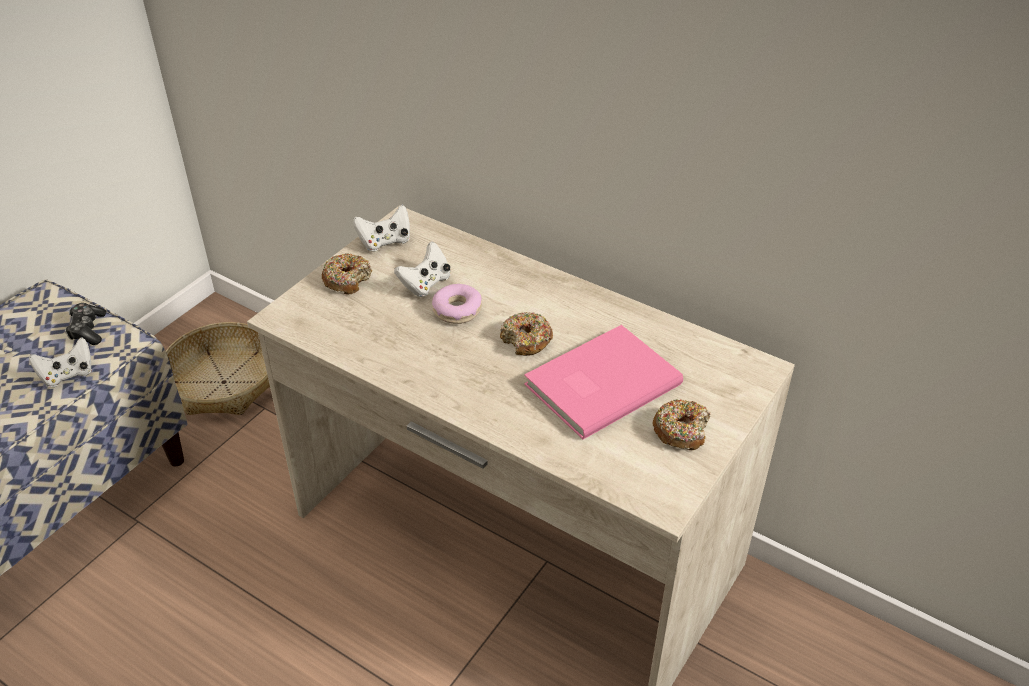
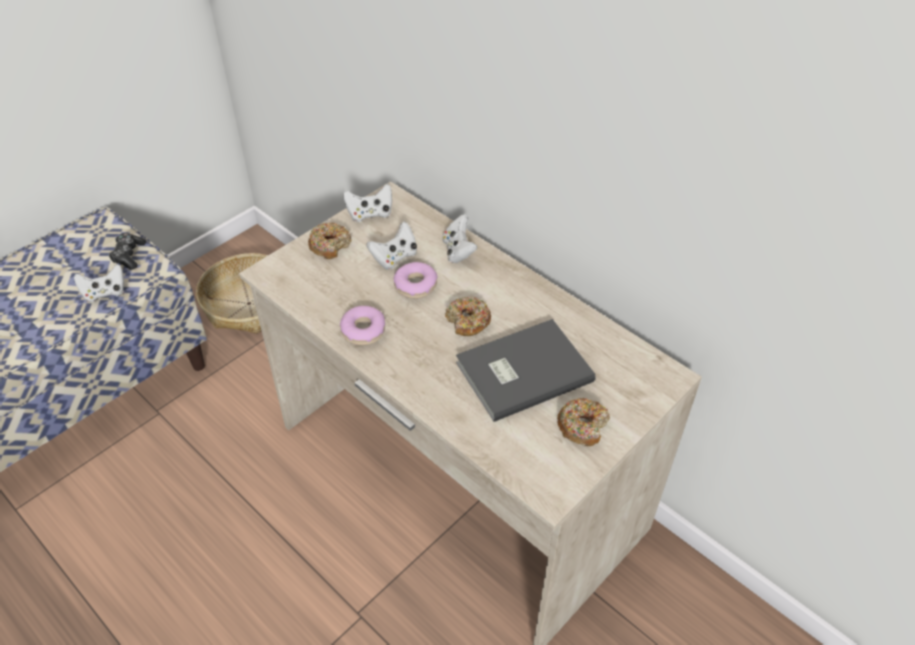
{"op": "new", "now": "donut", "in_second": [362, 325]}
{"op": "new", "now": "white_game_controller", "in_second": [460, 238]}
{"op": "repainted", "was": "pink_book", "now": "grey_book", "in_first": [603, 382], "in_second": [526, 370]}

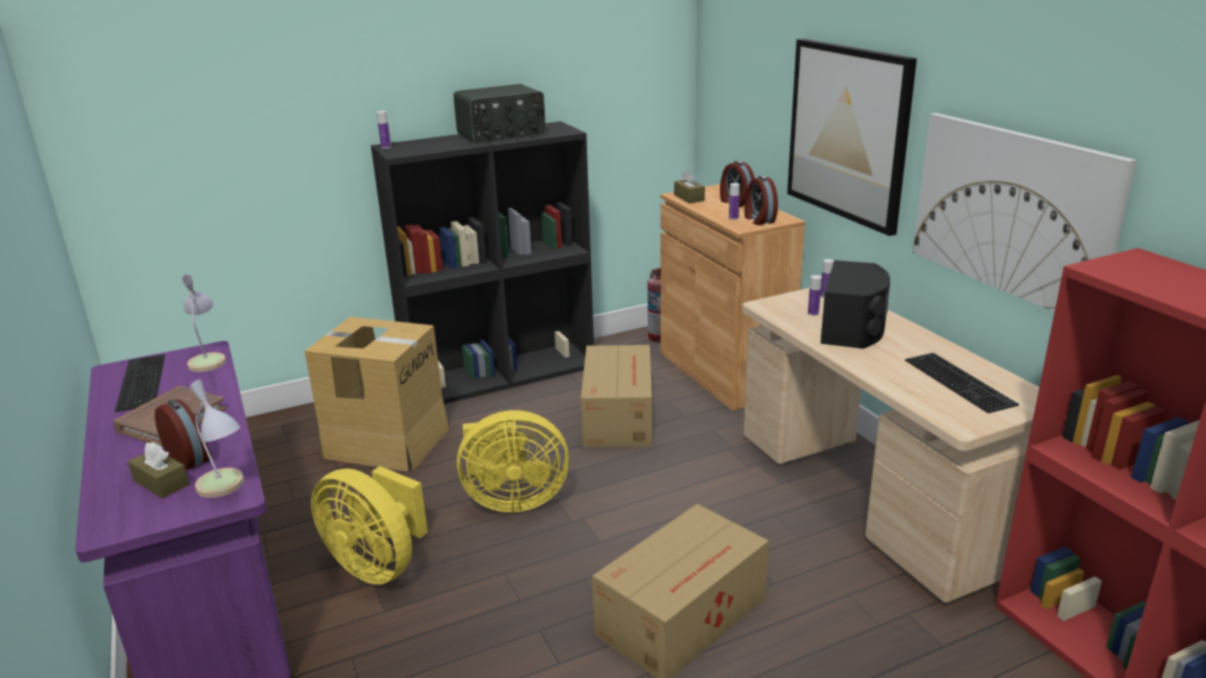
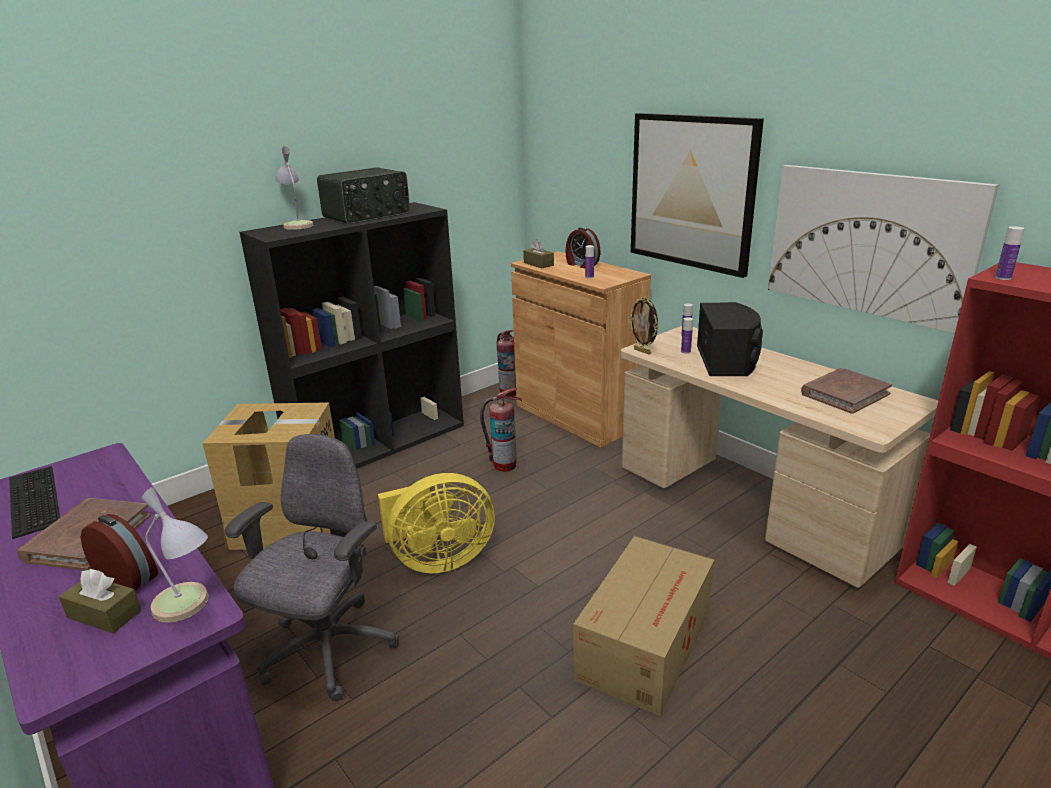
{"op": "gone", "was": "alarm_clock", "in_first": [761, 200]}
{"op": "new", "now": "picture_frame", "in_second": [644, 325]}
{"op": "shifted", "was": "table_lamp", "in_first": [204, 323], "in_second": [294, 188]}
{"op": "shifted", "was": "bottle", "in_first": [384, 130], "in_second": [1010, 253]}
{"op": "swapped", "was": "yellow_fan", "now": "grey_office_chair", "in_first": [369, 525], "in_second": [312, 567]}
{"op": "swapped", "was": "cardboard_box", "now": "fire_extinguisher", "in_first": [616, 396], "in_second": [501, 430]}
{"op": "swapped", "was": "keyboard", "now": "brown_book", "in_first": [962, 383], "in_second": [846, 391]}

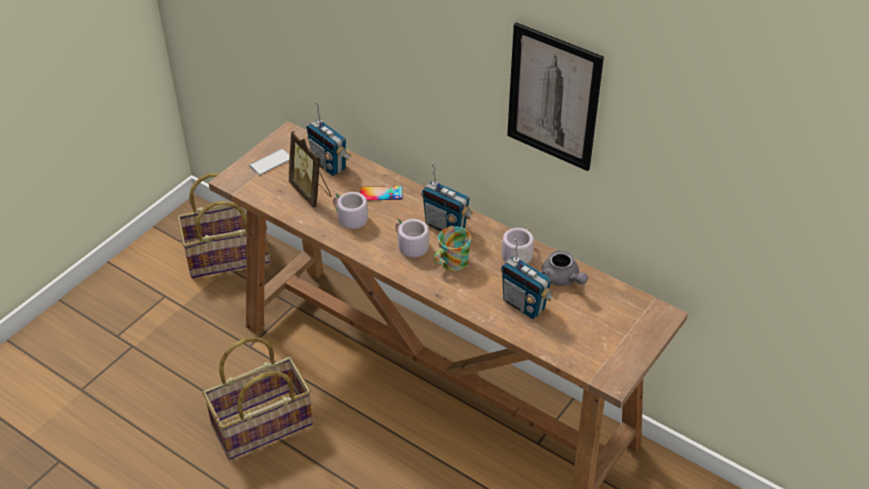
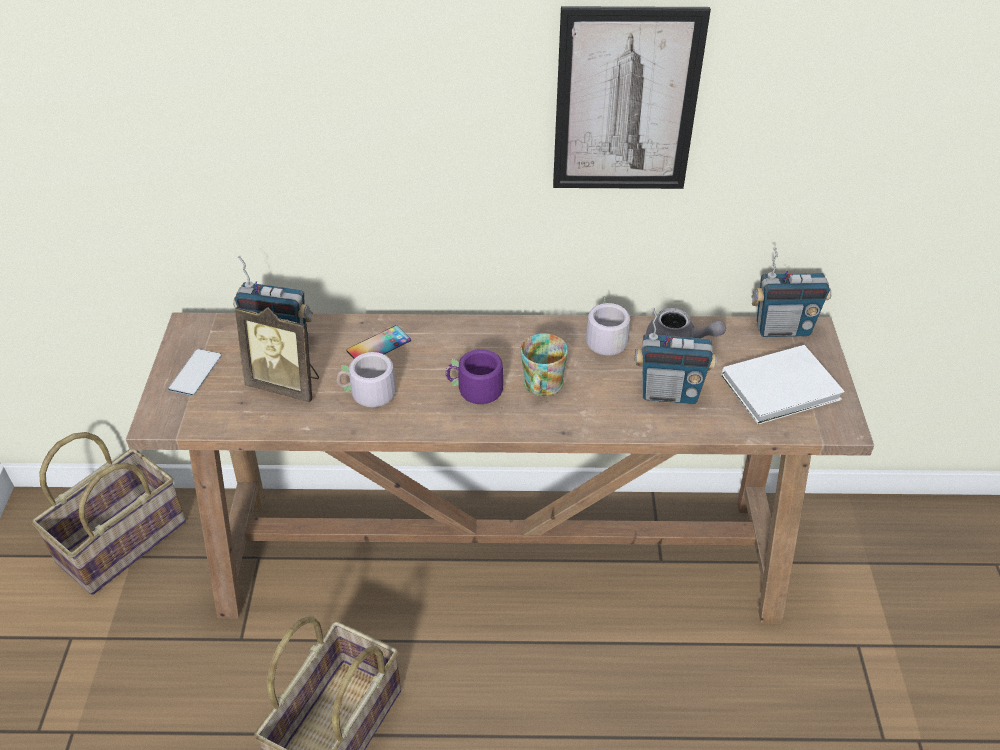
{"op": "new", "now": "white_book", "in_second": [783, 384]}
{"op": "shifted", "was": "radio", "in_first": [447, 197], "in_second": [791, 292]}
{"op": "repainted", "was": "grey_mug", "now": "purple_mug", "in_first": [412, 243], "in_second": [474, 379]}

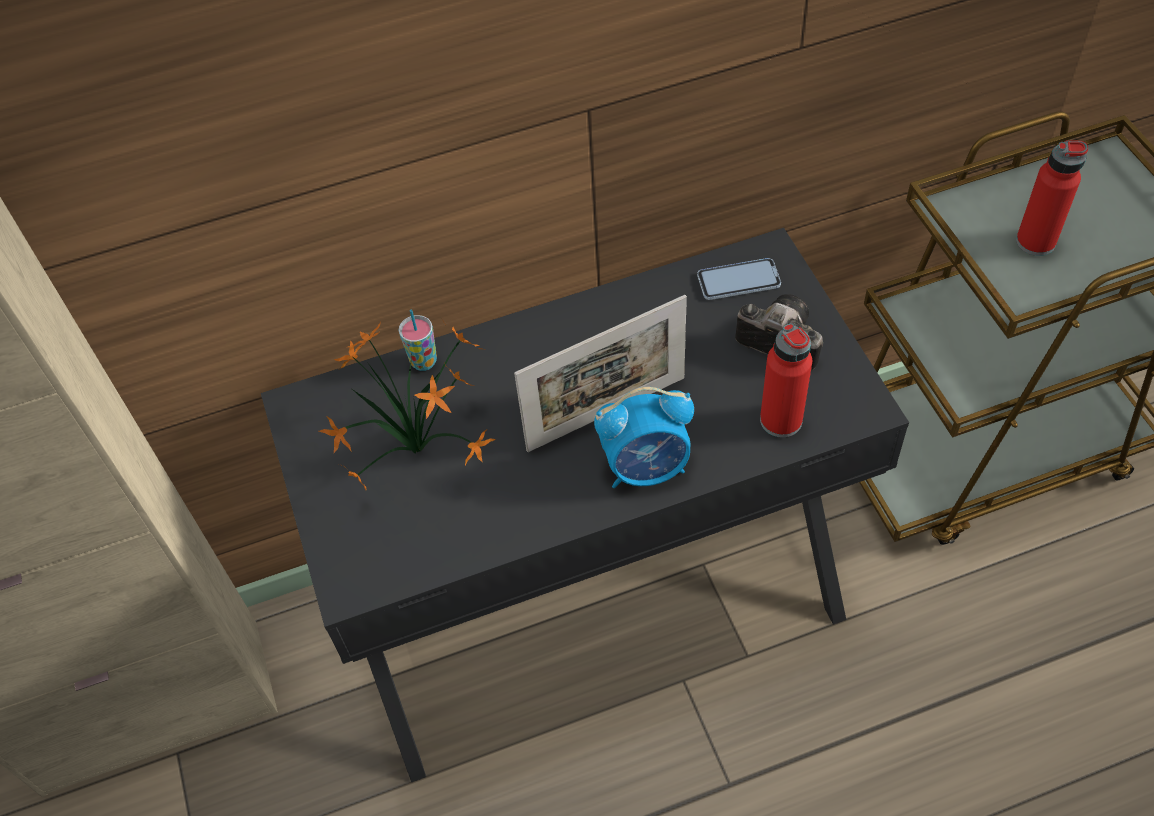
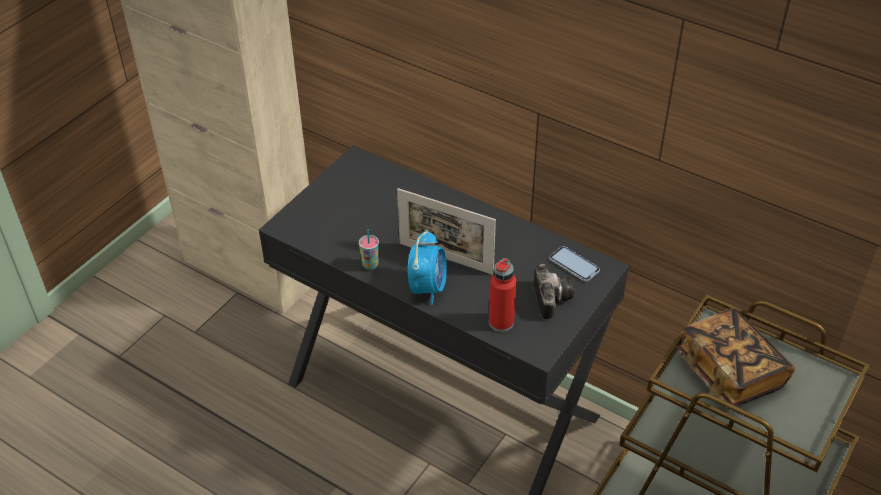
{"op": "gone", "was": "potted_plant", "in_first": [407, 405]}
{"op": "shifted", "was": "cup", "in_first": [417, 340], "in_second": [369, 250]}
{"op": "swapped", "was": "red_bottle", "now": "book", "in_first": [1052, 198], "in_second": [736, 357]}
{"op": "rotated", "was": "alarm_clock", "in_first": [644, 437], "in_second": [427, 267], "clockwise": -120}

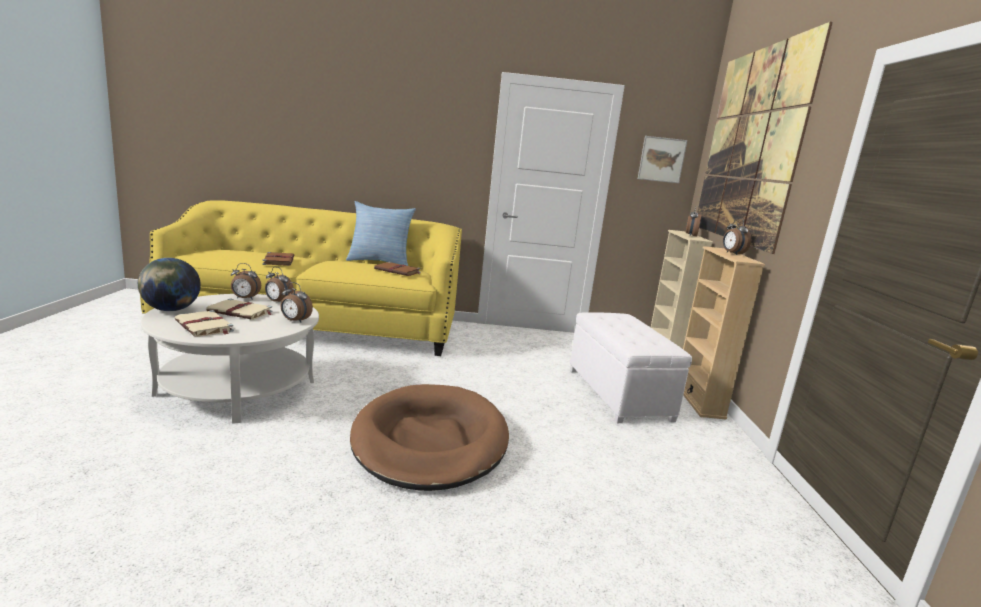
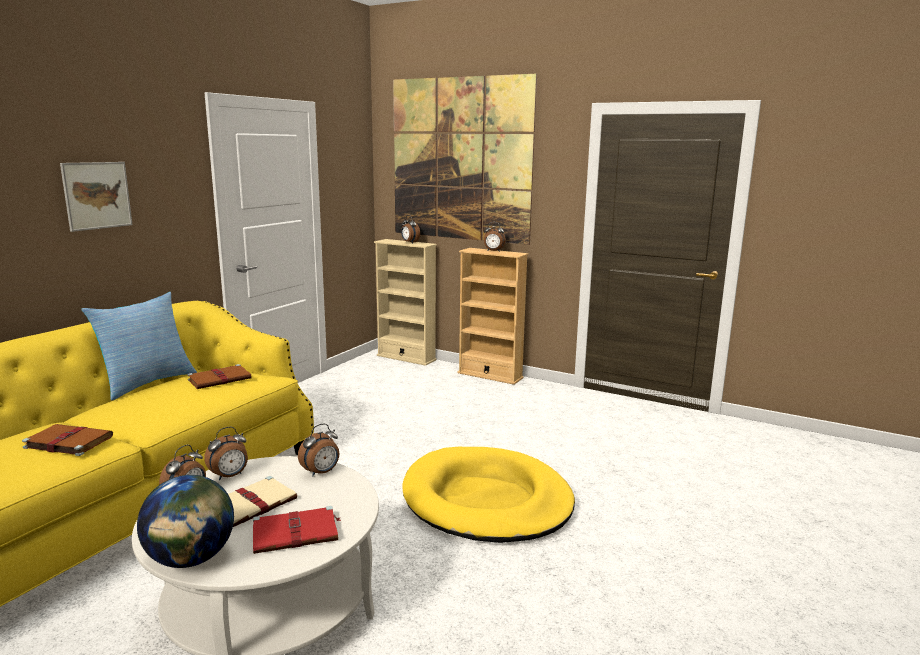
{"op": "gone", "was": "white_ottoman", "in_first": [631, 367]}
{"op": "shifted", "was": "picture", "in_first": [662, 159], "in_second": [96, 197]}
{"op": "repainted", "was": "beige_book", "now": "red_book", "in_first": [204, 323], "in_second": [297, 530]}
{"op": "repainted", "was": "brown_dog_bed", "now": "yellow_dog_bed", "in_first": [429, 437], "in_second": [488, 495]}

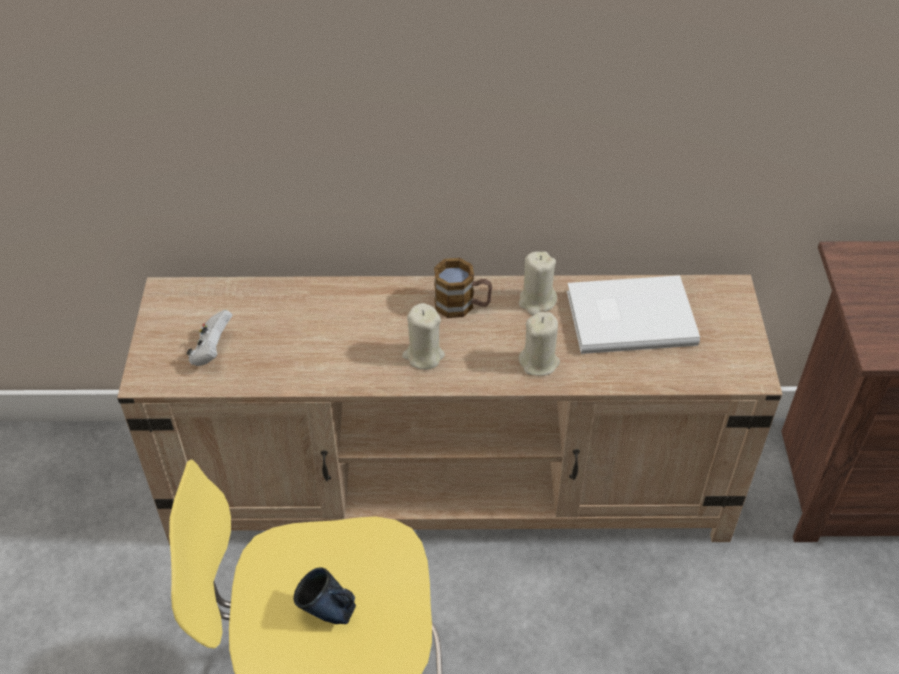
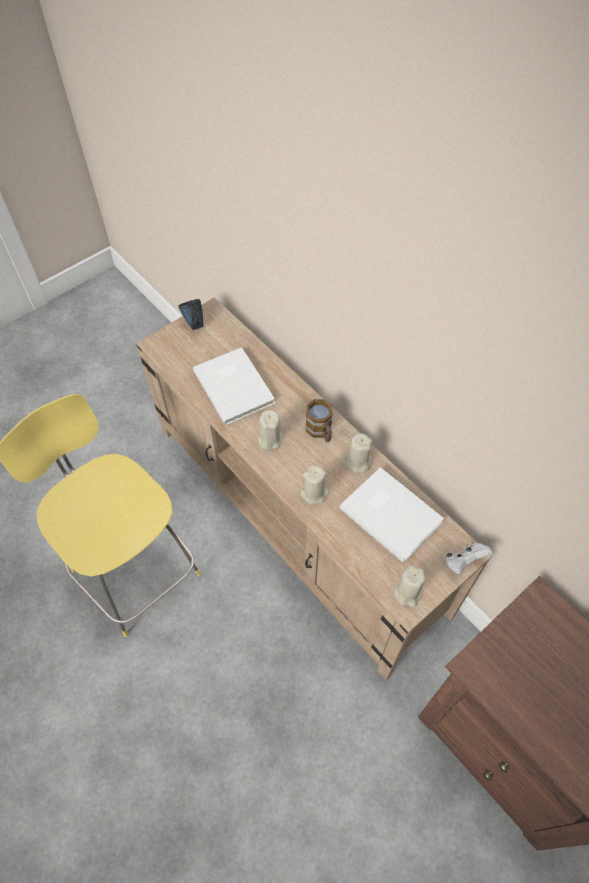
{"op": "new", "now": "white_book", "in_second": [234, 386]}
{"op": "new", "now": "beige_candle", "in_second": [409, 586]}
{"op": "shifted", "was": "white_game_controller", "in_first": [209, 338], "in_second": [468, 558]}
{"op": "shifted", "was": "blue_mug", "in_first": [325, 595], "in_second": [190, 314]}

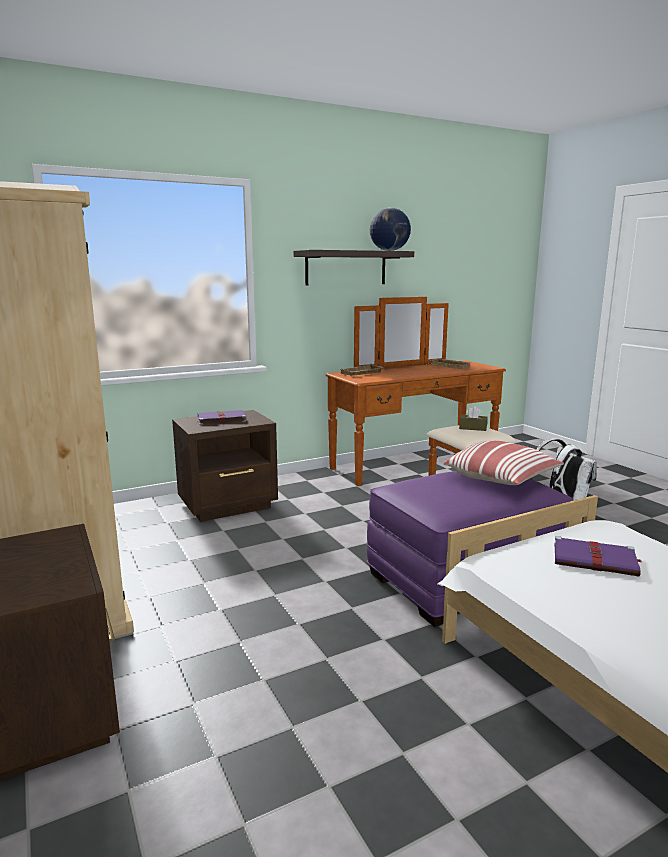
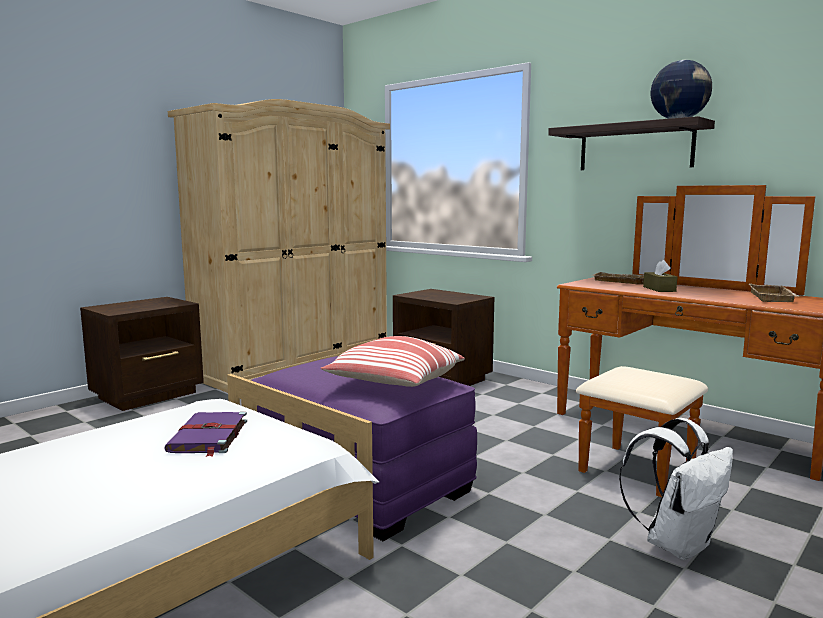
{"op": "gone", "was": "purple_book", "in_first": [220, 417]}
{"op": "shifted", "was": "brown_tissue_box", "in_first": [473, 418], "in_second": [660, 276]}

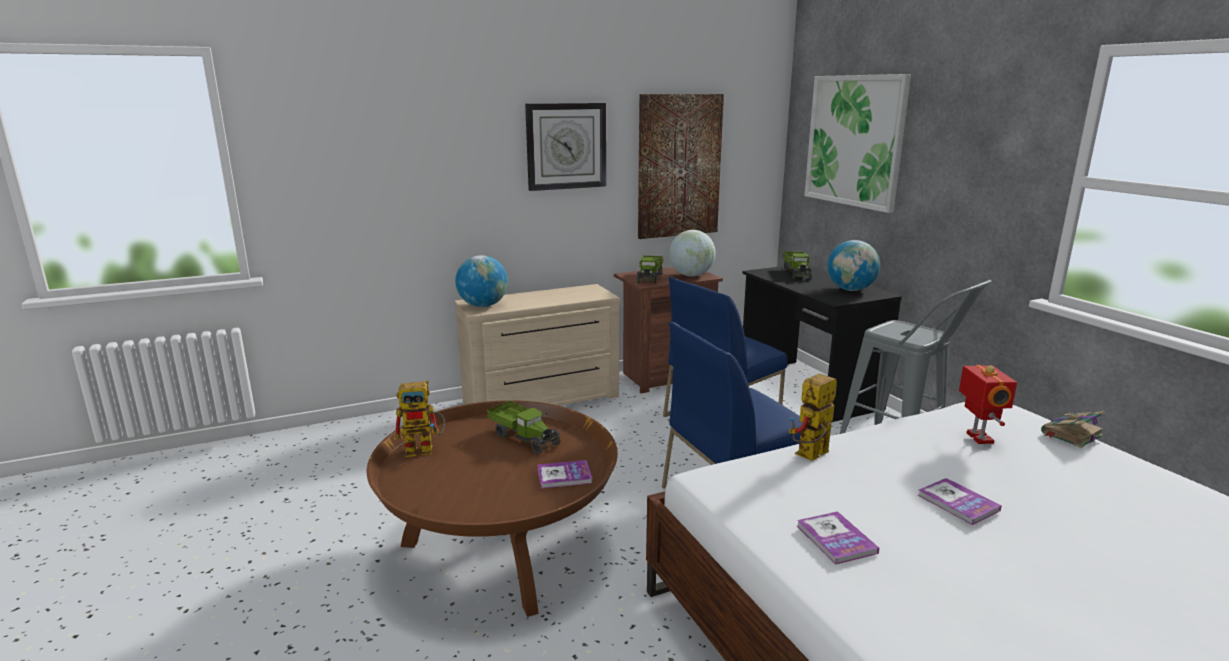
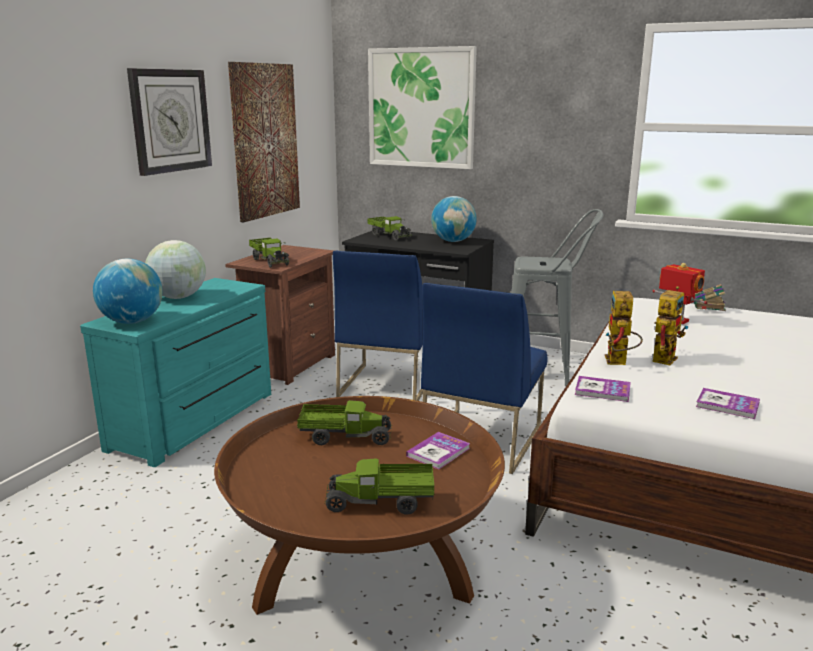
{"op": "new", "now": "toy_truck", "in_second": [379, 486]}
{"op": "shifted", "was": "toy_robot", "in_first": [419, 418], "in_second": [671, 325]}
{"op": "shifted", "was": "globe", "in_first": [692, 253], "in_second": [175, 269]}
{"op": "shifted", "was": "book", "in_first": [959, 501], "in_second": [603, 389]}
{"op": "repainted", "was": "beige_dresser", "now": "turquoise_dresser", "in_first": [537, 345], "in_second": [175, 372]}

